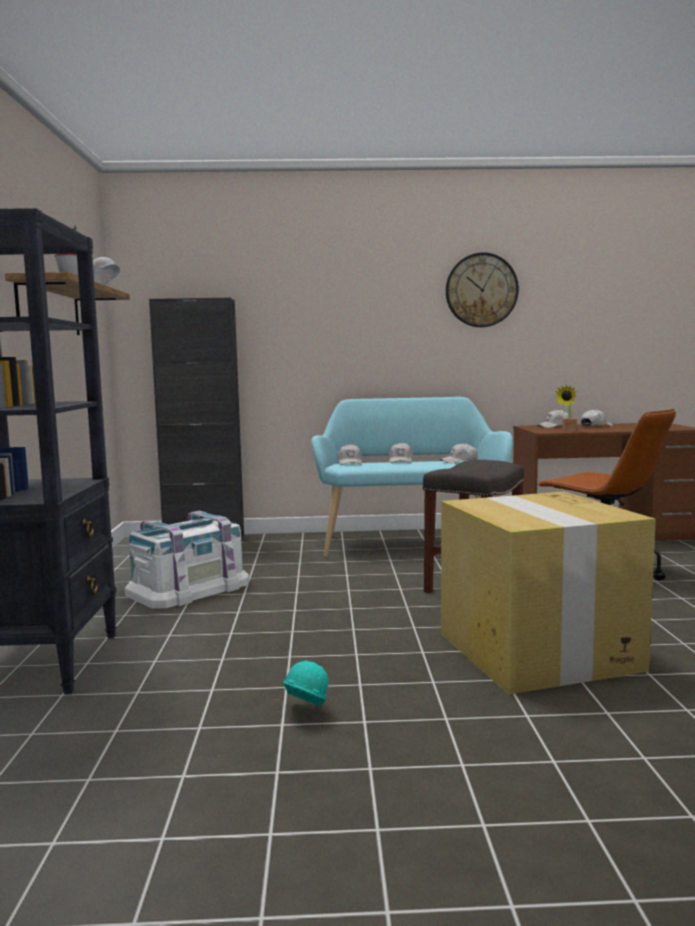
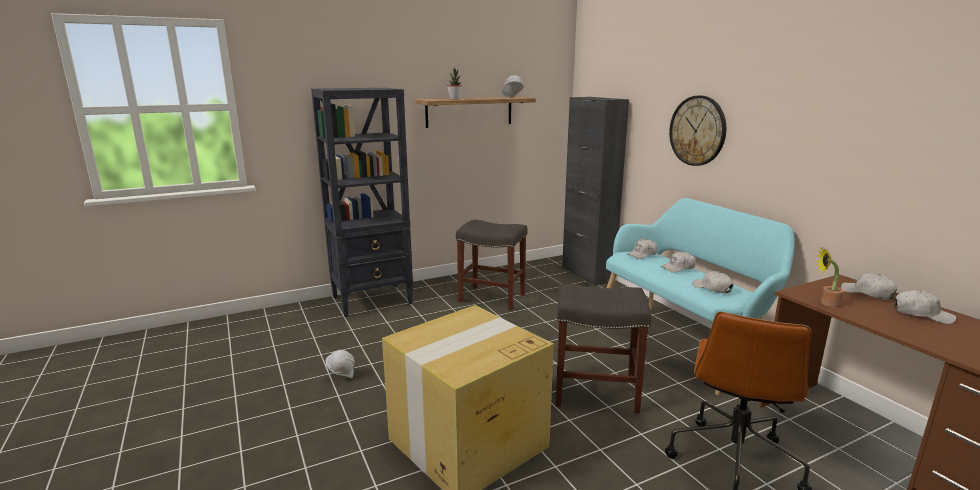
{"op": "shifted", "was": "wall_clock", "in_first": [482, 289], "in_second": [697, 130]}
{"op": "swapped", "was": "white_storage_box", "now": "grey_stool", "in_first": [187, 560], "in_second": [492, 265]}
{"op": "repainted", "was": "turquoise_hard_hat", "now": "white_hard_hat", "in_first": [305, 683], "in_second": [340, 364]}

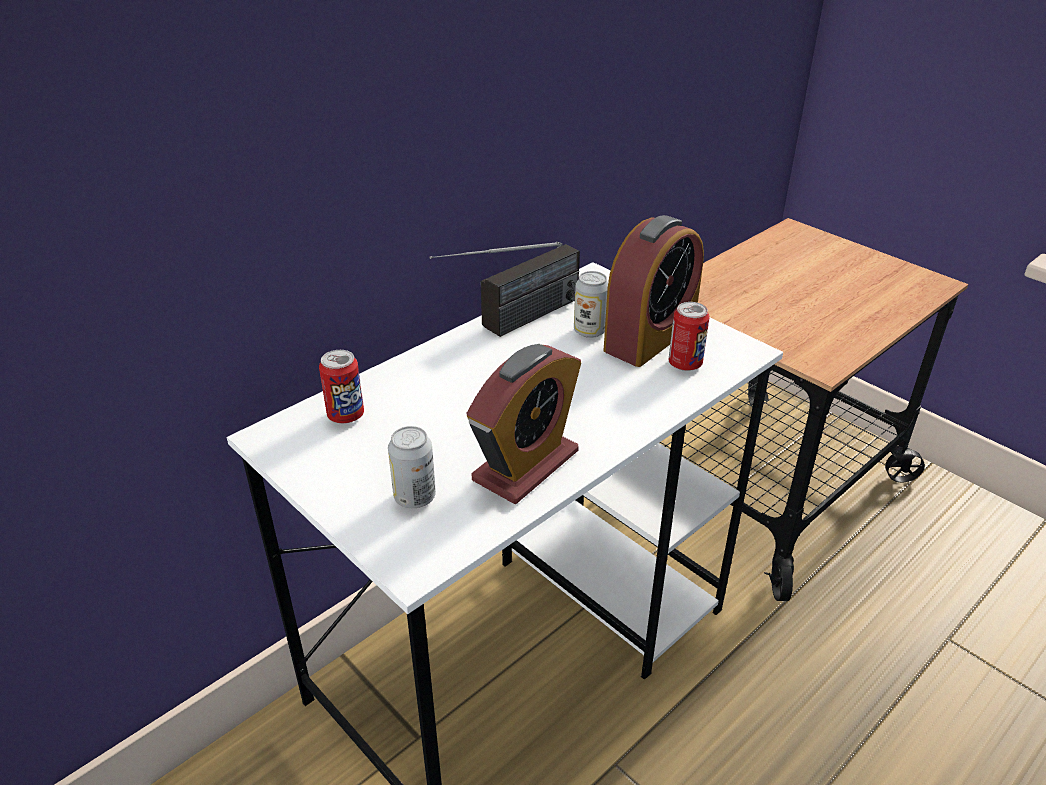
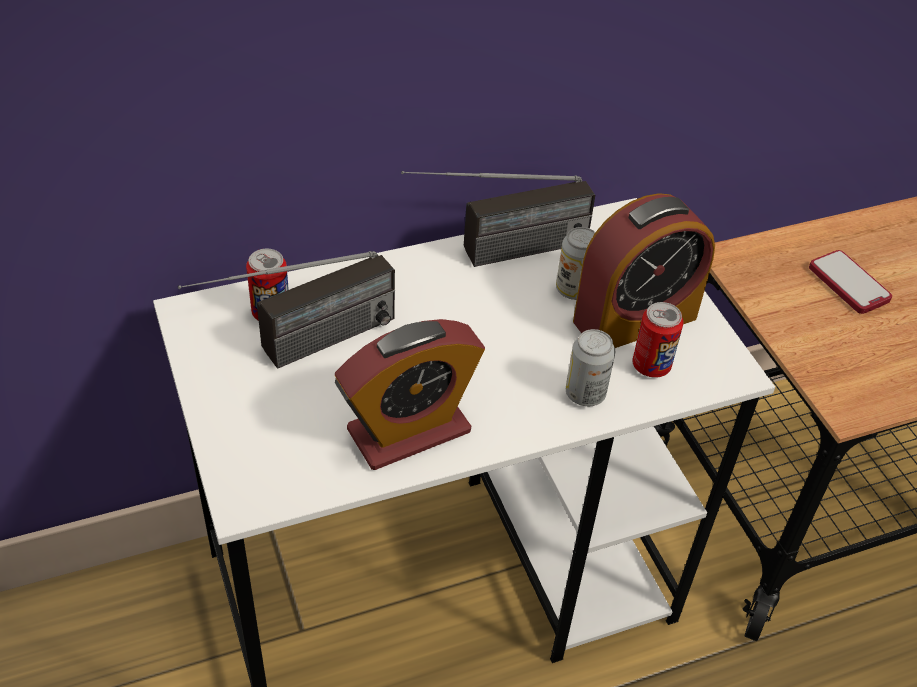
{"op": "new", "now": "radio", "in_second": [286, 310]}
{"op": "new", "now": "phone", "in_second": [850, 282]}
{"op": "shifted", "was": "can", "in_first": [412, 467], "in_second": [590, 367]}

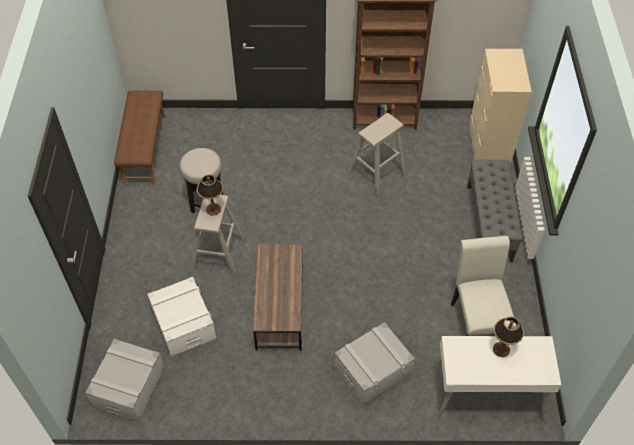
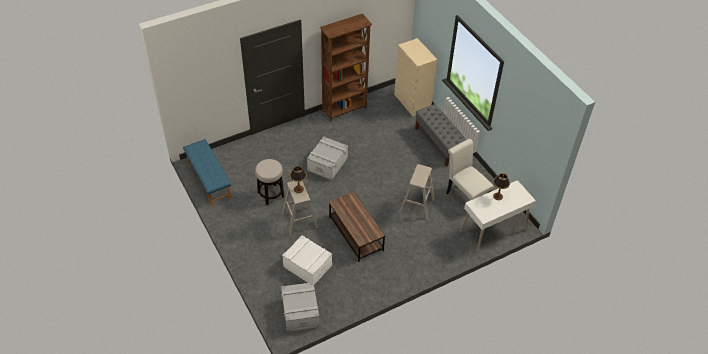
{"op": "shifted", "was": "grey_storage_box", "in_first": [374, 363], "in_second": [327, 158]}
{"op": "shifted", "was": "beige_stool", "in_first": [377, 154], "in_second": [417, 192]}
{"op": "repainted", "was": "brown_bench", "now": "blue_bench", "in_first": [139, 137], "in_second": [207, 172]}

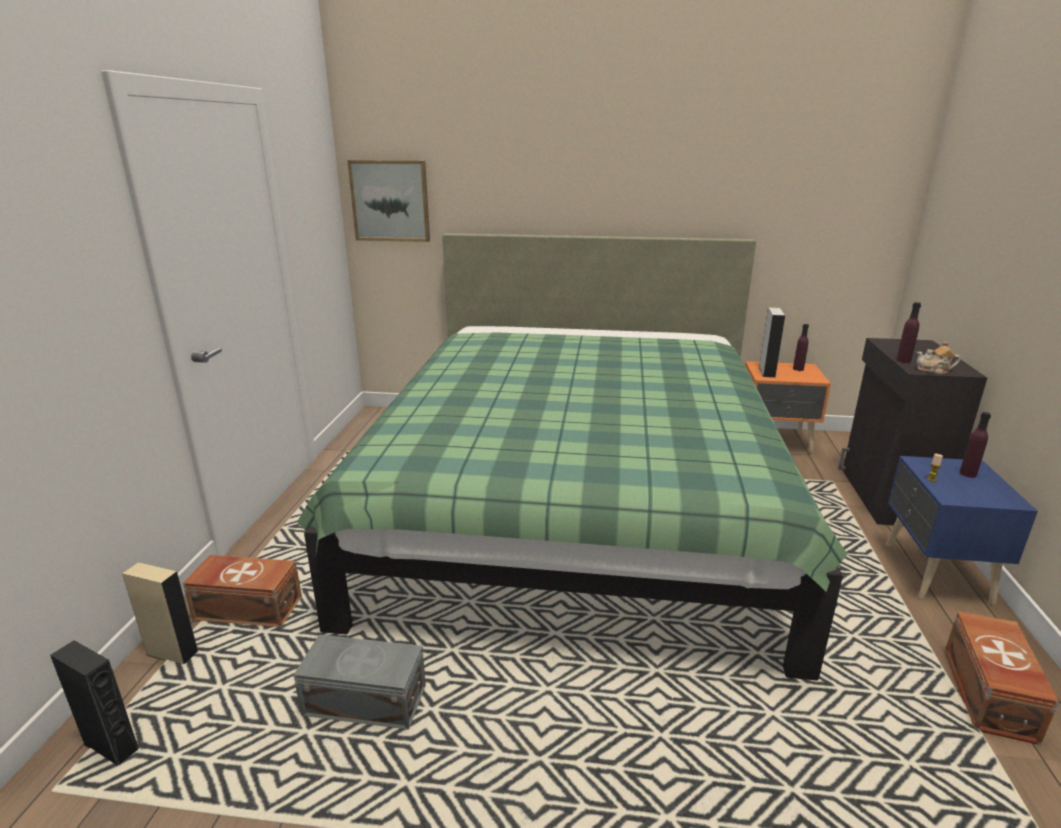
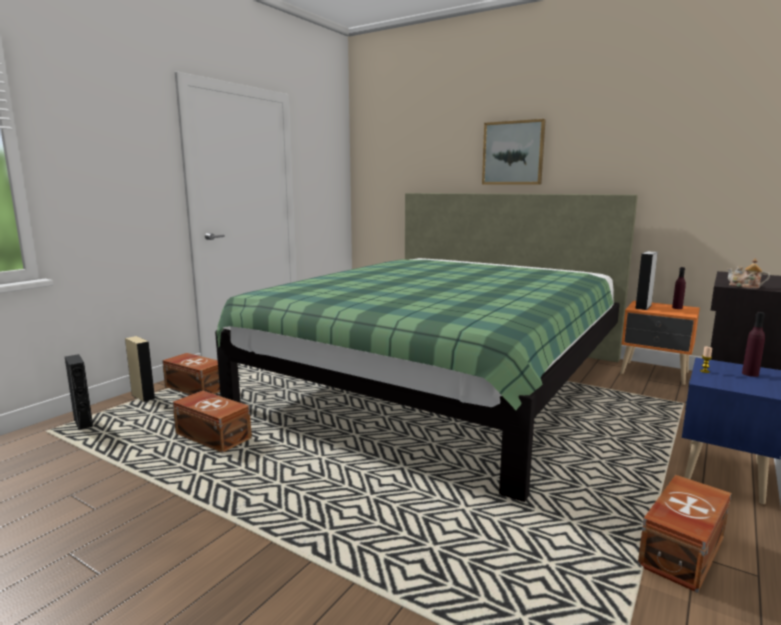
{"op": "gone", "was": "purple_bottle", "in_first": [908, 332]}
{"op": "shifted", "was": "picture", "in_first": [388, 201], "in_second": [514, 152]}
{"op": "repainted", "was": "grey_storage_box", "now": "brown_storage_box", "in_first": [360, 682], "in_second": [212, 422]}

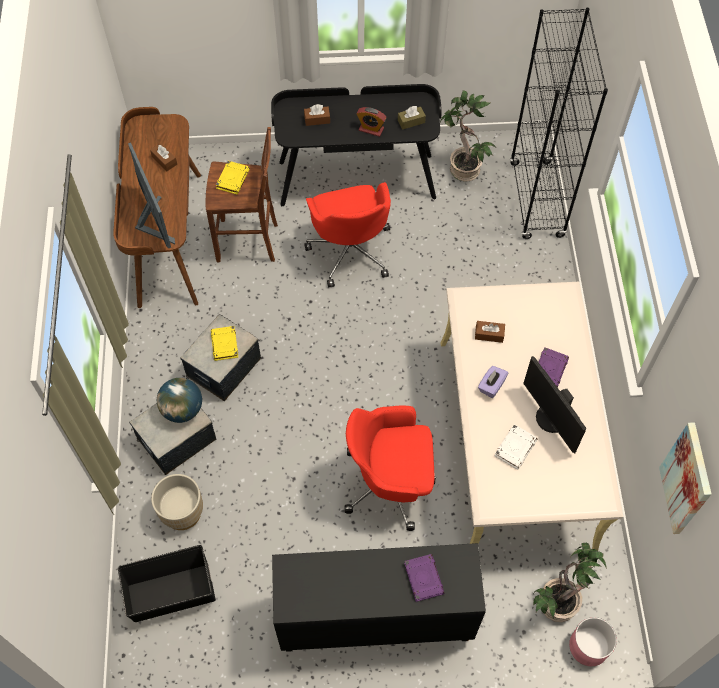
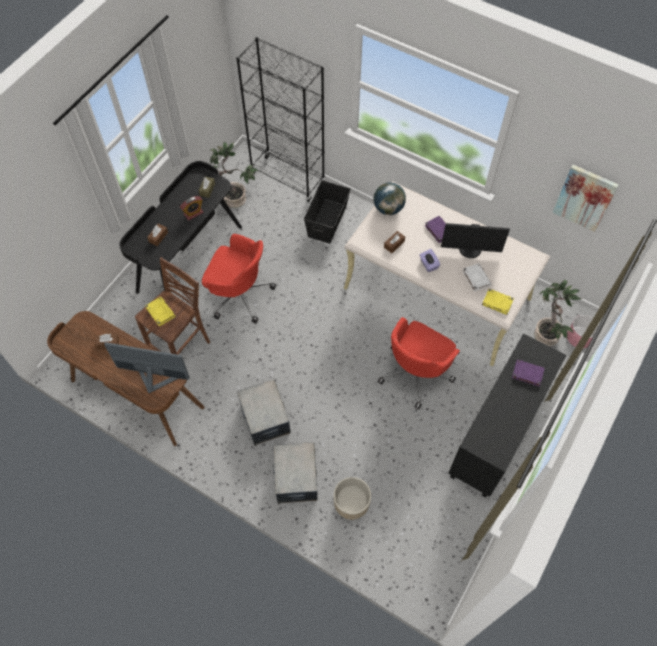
{"op": "shifted", "was": "black_storage_box", "in_first": [167, 583], "in_second": [327, 212]}
{"op": "shifted", "was": "globe", "in_first": [179, 400], "in_second": [390, 198]}
{"op": "shifted", "was": "yellow_book", "in_first": [224, 343], "in_second": [498, 302]}

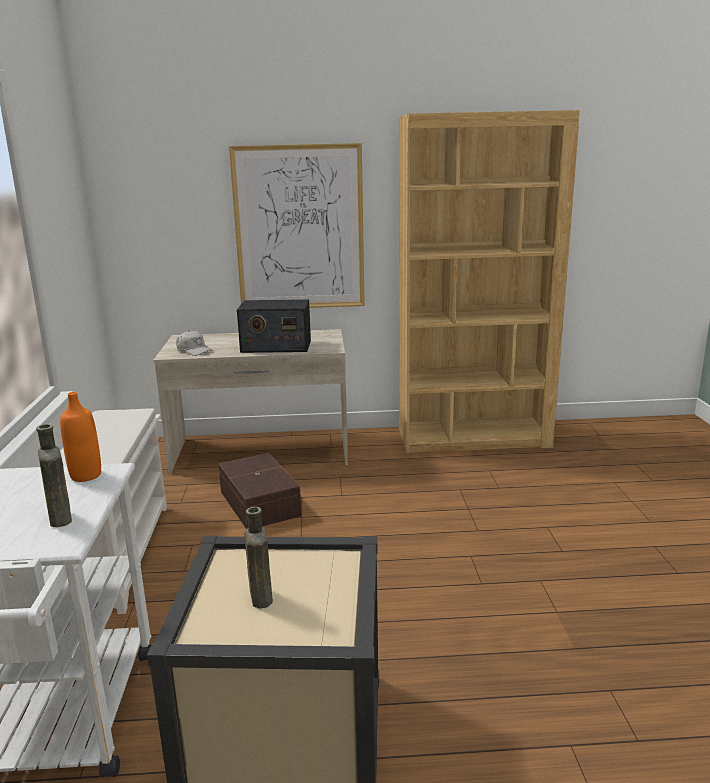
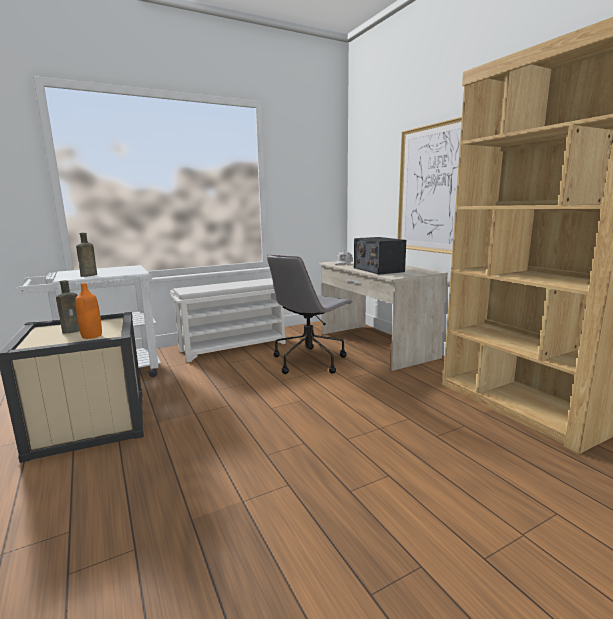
{"op": "shifted", "was": "orange_bottle", "in_first": [80, 437], "in_second": [88, 311]}
{"op": "swapped", "was": "brown_storage_box", "now": "grey_office_chair", "in_first": [260, 491], "in_second": [309, 314]}

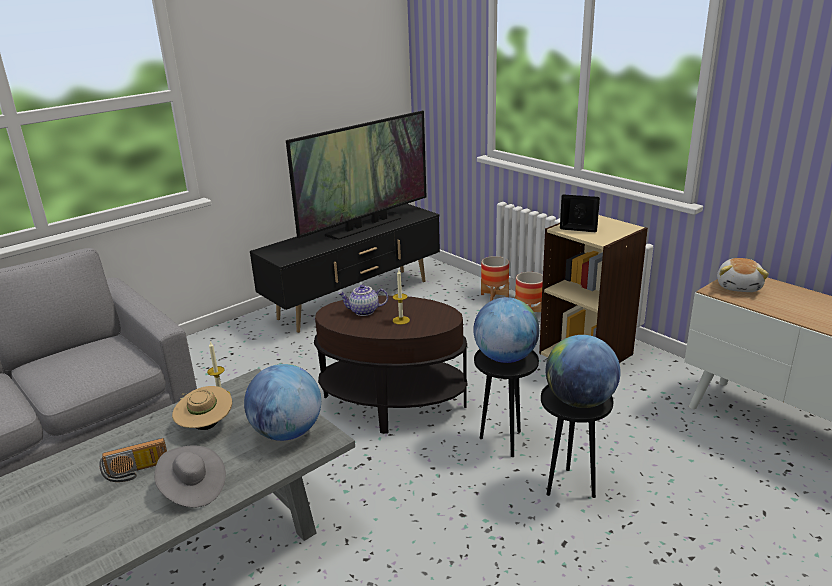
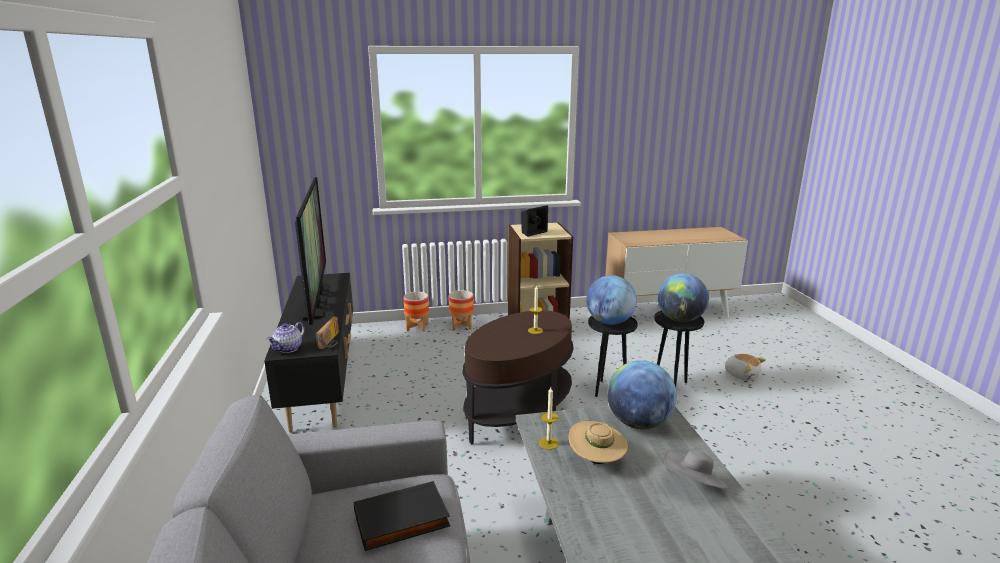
{"op": "new", "now": "black_book", "in_second": [402, 516]}
{"op": "shifted", "was": "radio", "in_first": [133, 460], "in_second": [327, 333]}
{"op": "shifted", "was": "teapot", "in_first": [363, 300], "in_second": [286, 337]}
{"op": "shifted", "was": "plush_toy", "in_first": [743, 275], "in_second": [744, 367]}

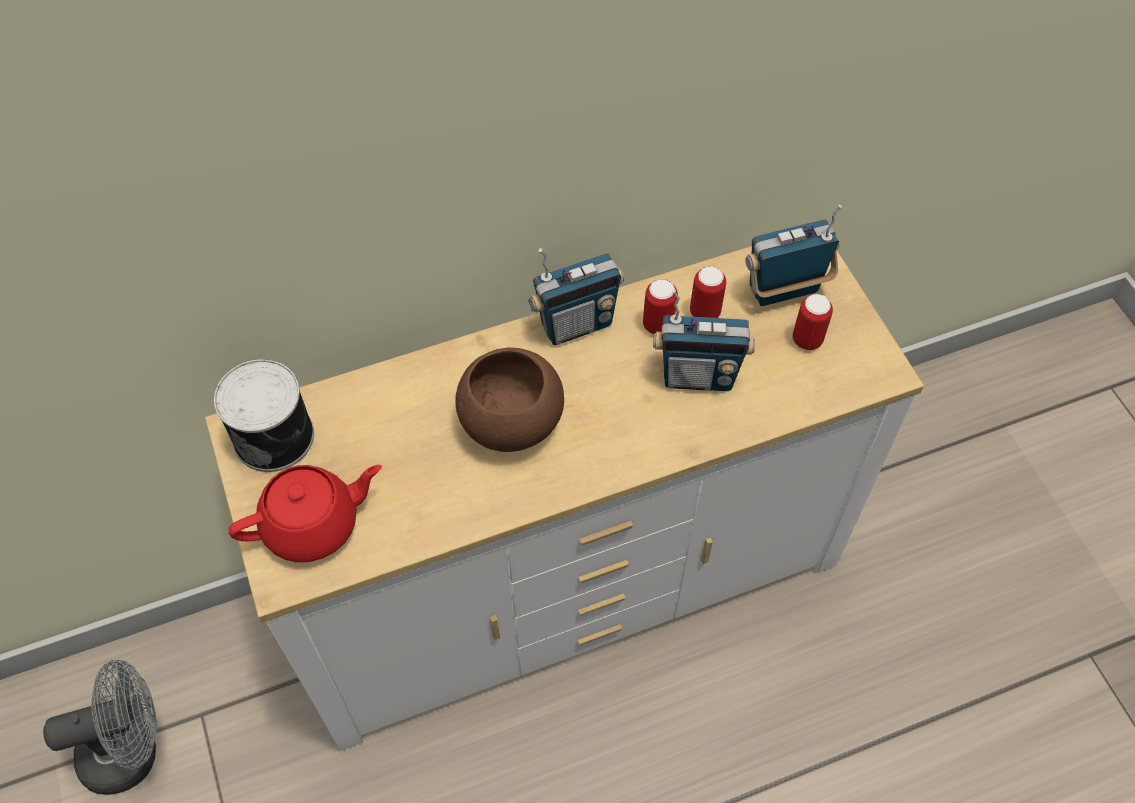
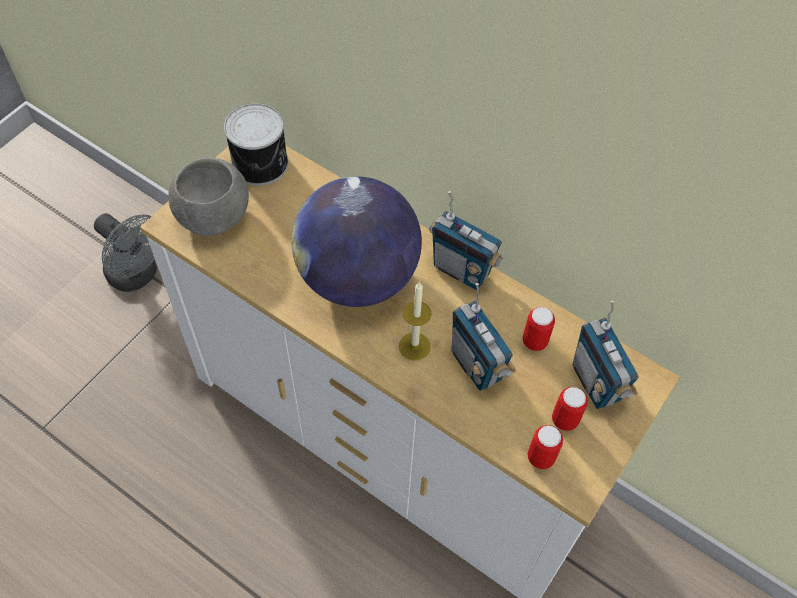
{"op": "new", "now": "candle", "in_second": [415, 321]}
{"op": "shifted", "was": "can", "in_first": [660, 306], "in_second": [545, 447]}
{"op": "swapped", "was": "red_teapot", "now": "grey_bowl", "in_first": [305, 513], "in_second": [208, 196]}
{"op": "swapped", "was": "brown_bowl", "now": "globe", "in_first": [509, 399], "in_second": [356, 241]}
{"op": "rotated", "was": "radio", "in_first": [793, 255], "in_second": [605, 355], "clockwise": -150}

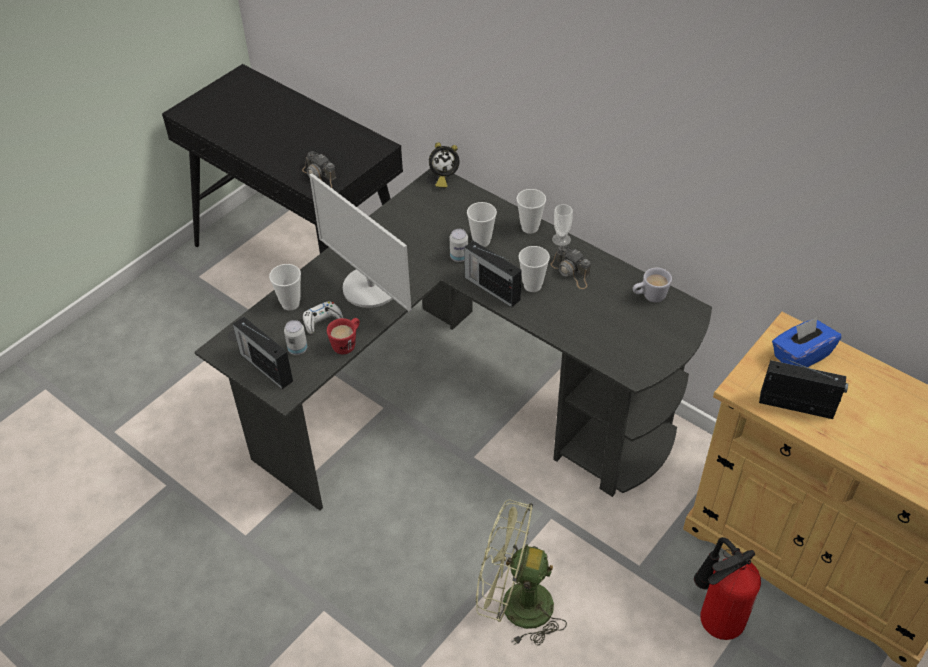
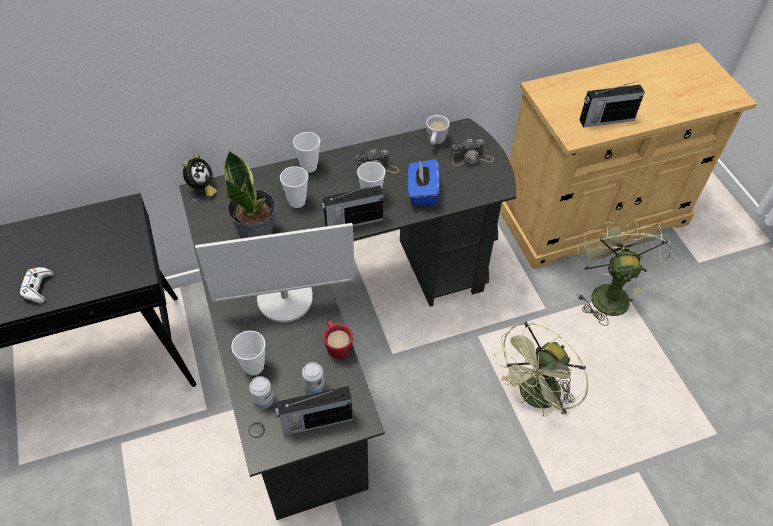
{"op": "gone", "was": "cup", "in_first": [562, 225]}
{"op": "new", "now": "potted_plant", "in_second": [250, 194]}
{"op": "shifted", "was": "photo_camera", "in_first": [319, 169], "in_second": [472, 152]}
{"op": "shifted", "was": "white_game_controller", "in_first": [323, 317], "in_second": [36, 285]}
{"op": "shifted", "was": "can", "in_first": [459, 245], "in_second": [261, 392]}
{"op": "shifted", "was": "blue_tissue_box", "in_first": [806, 342], "in_second": [424, 182]}
{"op": "swapped", "was": "fire_extinguisher", "now": "green_fan", "in_first": [727, 588], "in_second": [624, 272]}
{"op": "rotated", "was": "radio", "in_first": [803, 388], "in_second": [612, 104], "clockwise": -150}

